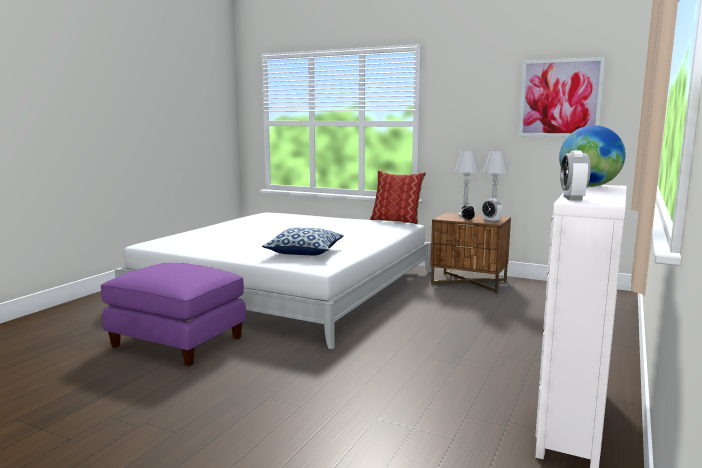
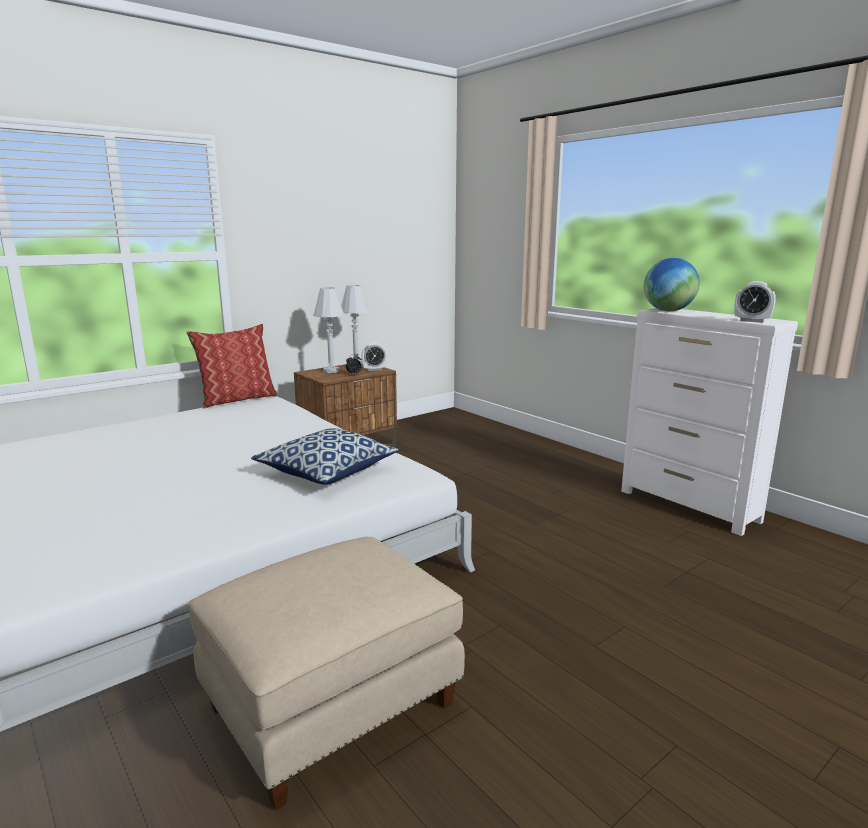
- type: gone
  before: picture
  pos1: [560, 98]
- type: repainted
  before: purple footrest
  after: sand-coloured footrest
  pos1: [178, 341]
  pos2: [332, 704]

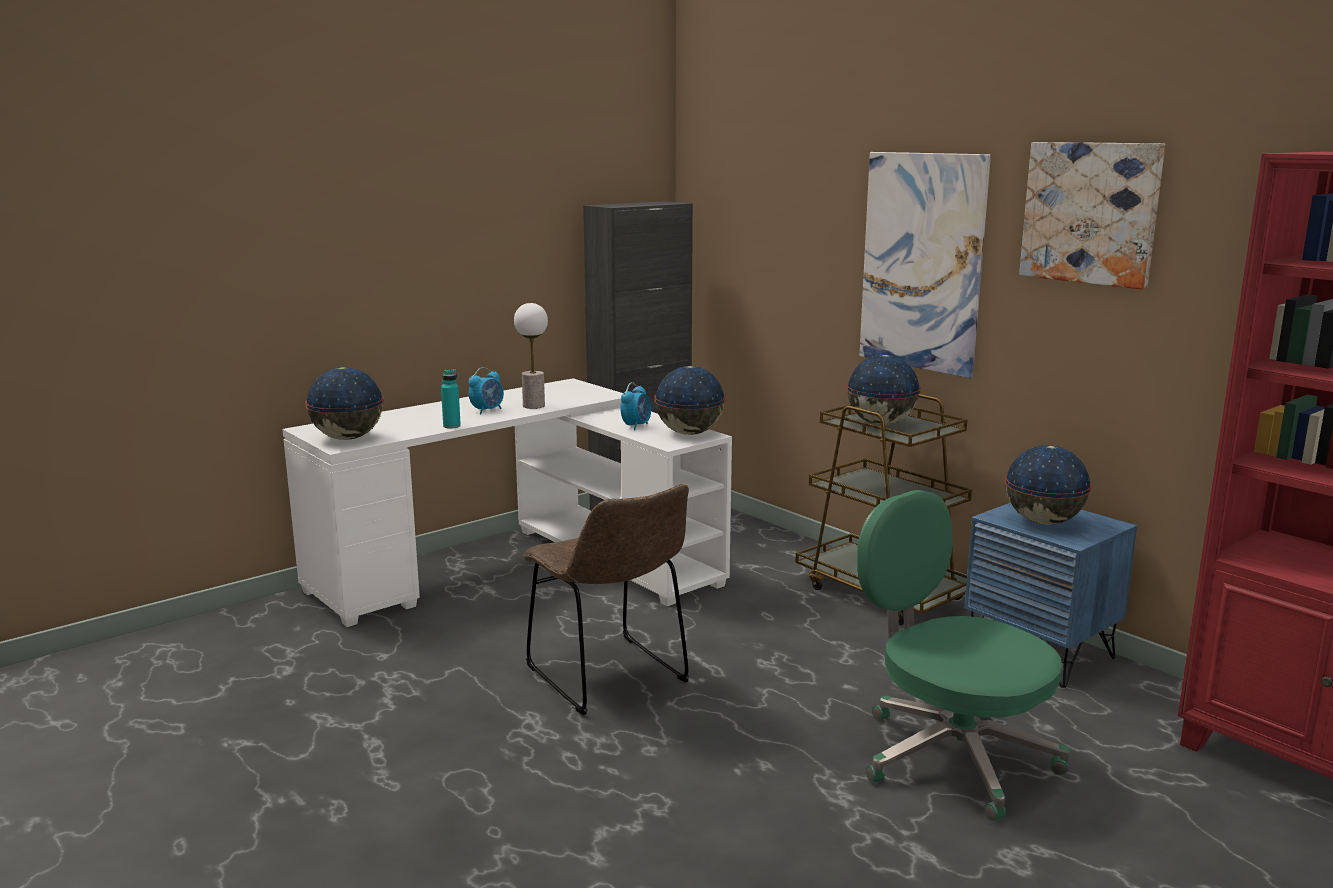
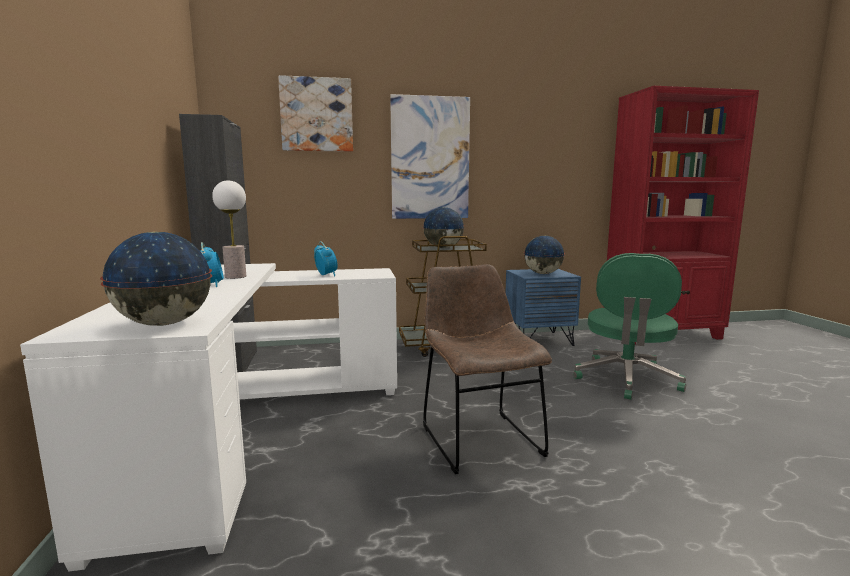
- type: gone
  before: blue-green beverage bottle
  pos1: [451, 426]
- type: gone
  before: globe
  pos1: [689, 433]
- type: shifted
  before: picture
  pos1: [1090, 213]
  pos2: [316, 115]
- type: rotated
  before: brown-coloured chair
  pos1: [611, 678]
  pos2: [478, 437]
  turn: -105
- type: rotated
  before: green-coloured computer chair
  pos1: [951, 756]
  pos2: [626, 379]
  turn: -60

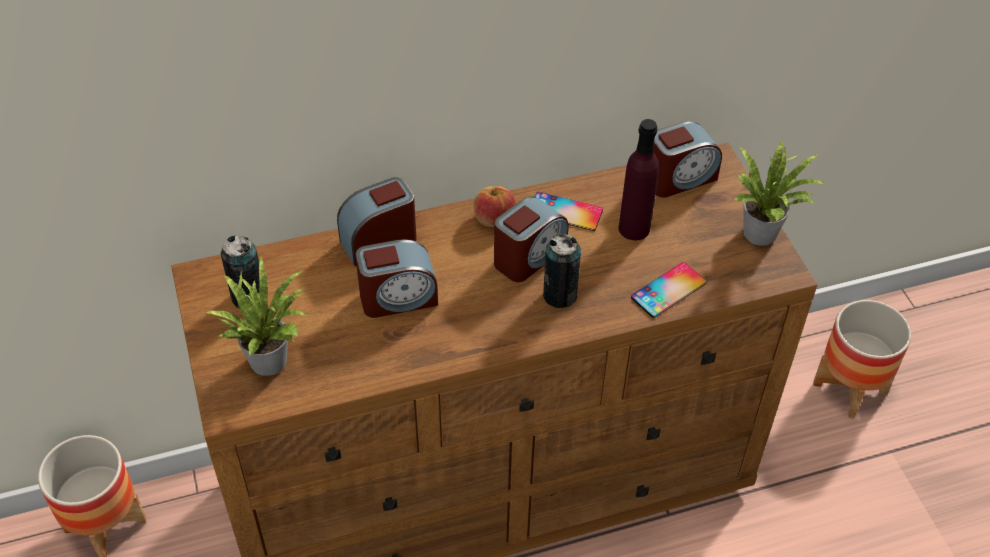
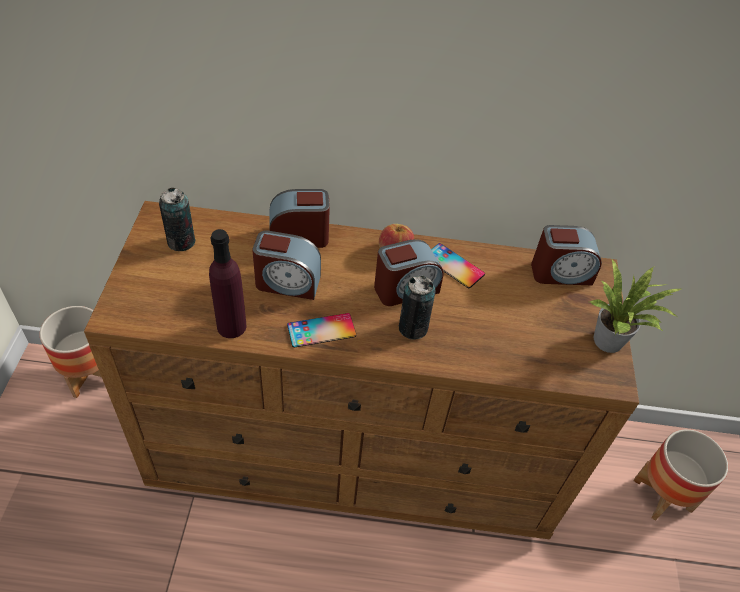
- type: gone
  before: houseplant
  pos1: [270, 357]
- type: shifted
  before: purple beverage bottle
  pos1: [634, 228]
  pos2: [231, 326]
- type: shifted
  before: telephone
  pos1: [668, 290]
  pos2: [321, 330]

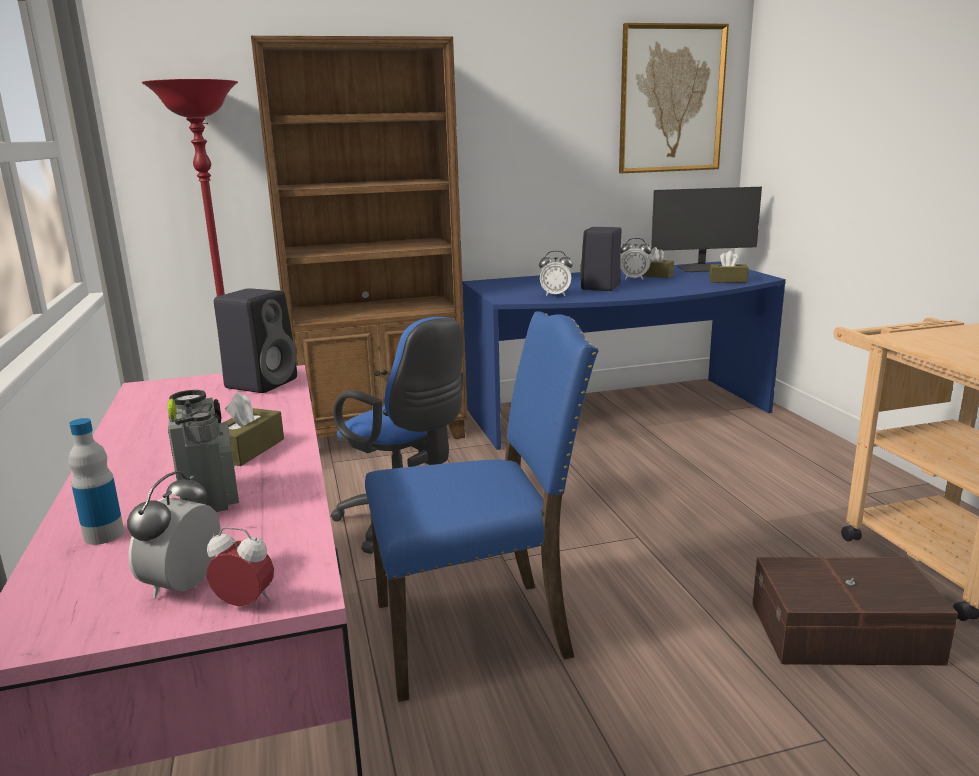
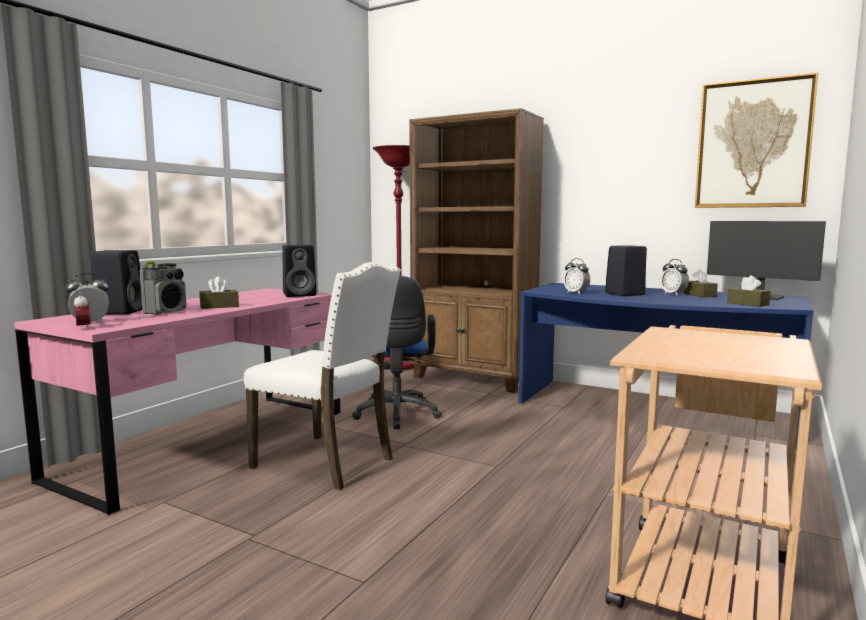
- type: gone
  before: brown-coloured storage container
  pos1: [846, 634]
- type: swapped
  before: beverage bottle
  after: black-coloured audio speaker
  pos1: [104, 535]
  pos2: [120, 312]
- type: repainted
  before: blue-coloured chair
  after: whitish chair
  pos1: [477, 631]
  pos2: [327, 462]

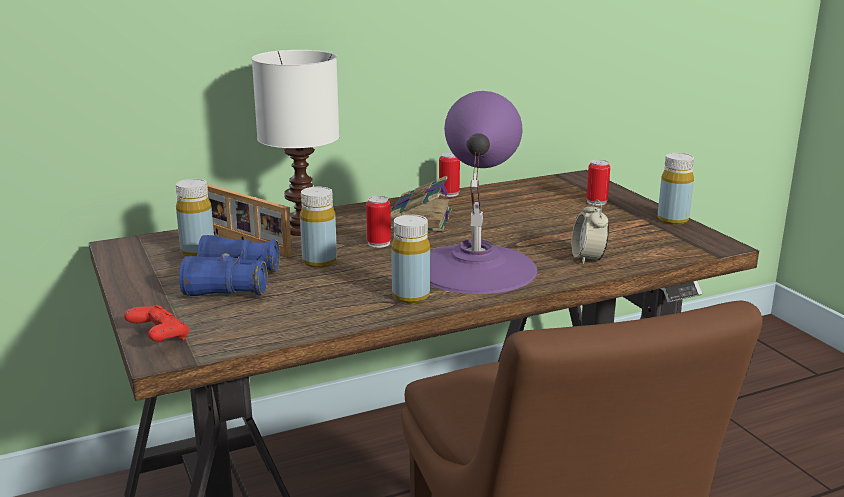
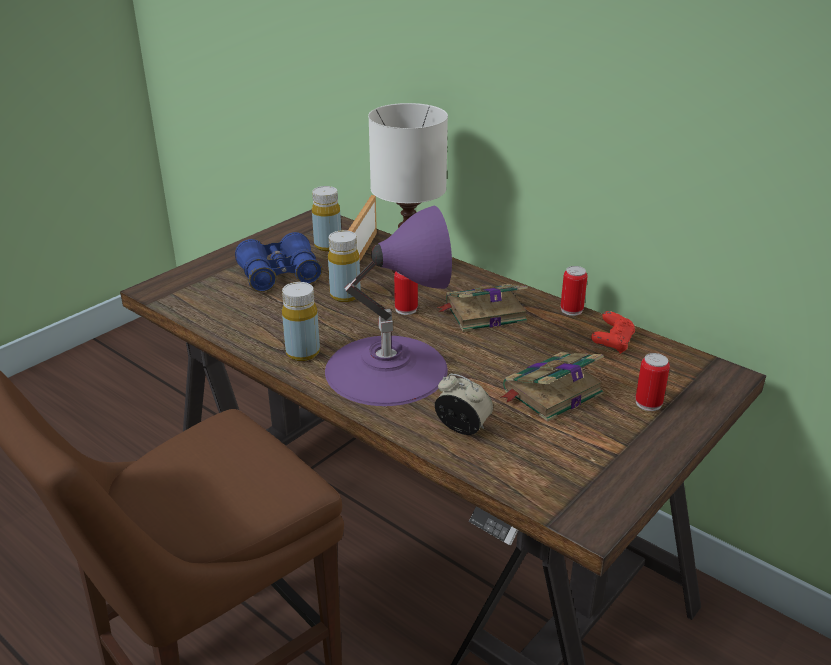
- type: gone
  before: yellow beverage bottle
  pos1: [673, 220]
- type: new
  after: book
  pos2: [550, 392]
- type: shifted
  before: reddish game controller
  pos1: [159, 338]
  pos2: [612, 343]
- type: rotated
  before: bedside clock
  pos1: [588, 258]
  pos2: [462, 428]
  turn: 60

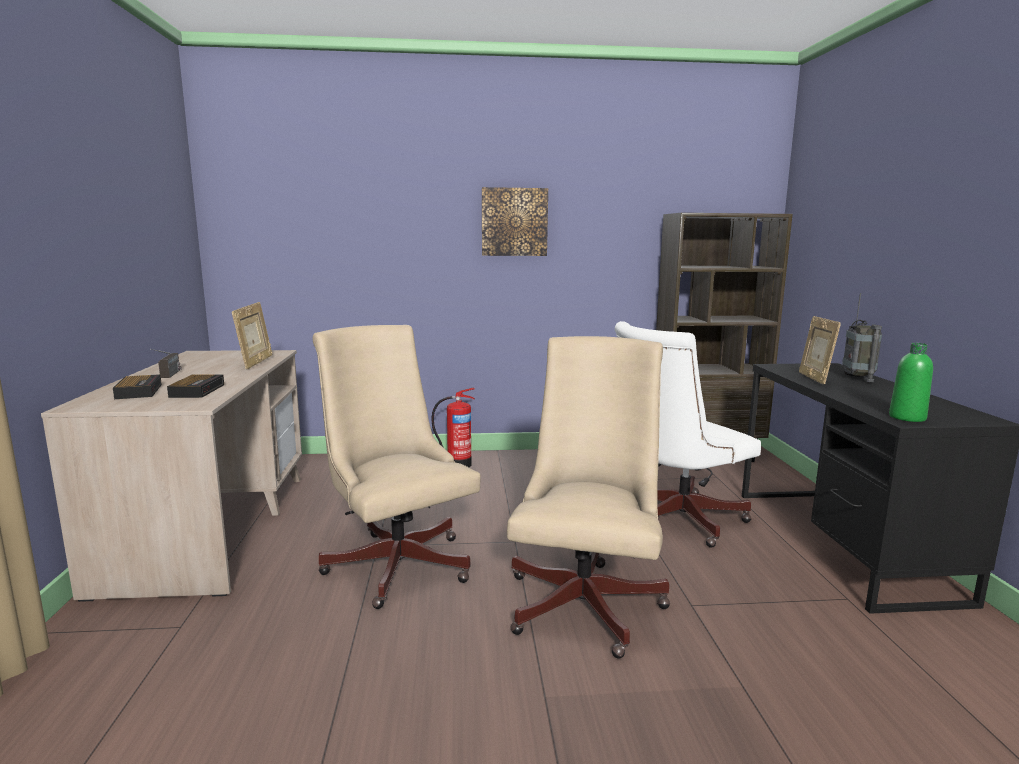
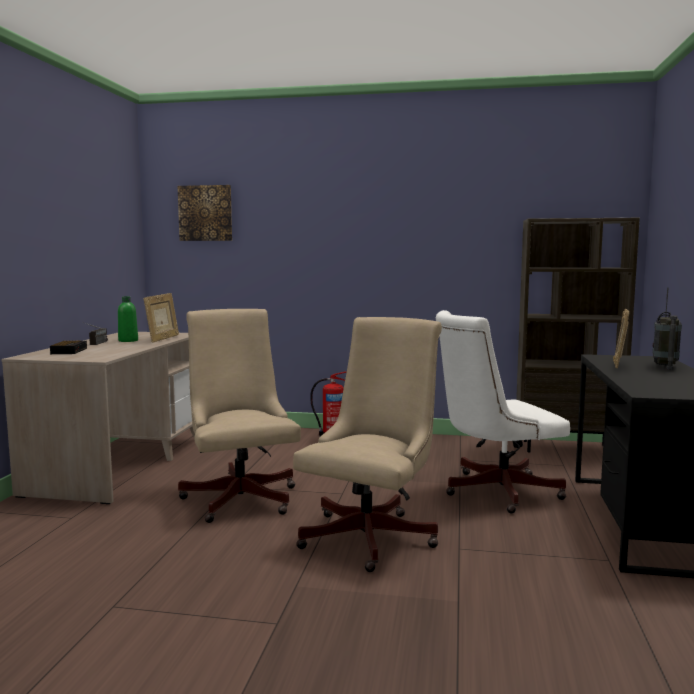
- type: gone
  before: bedside clock
  pos1: [198, 390]
- type: shifted
  before: picture
  pos1: [514, 222]
  pos2: [205, 213]
- type: shifted
  before: green-coloured beverage bottle
  pos1: [907, 417]
  pos2: [128, 340]

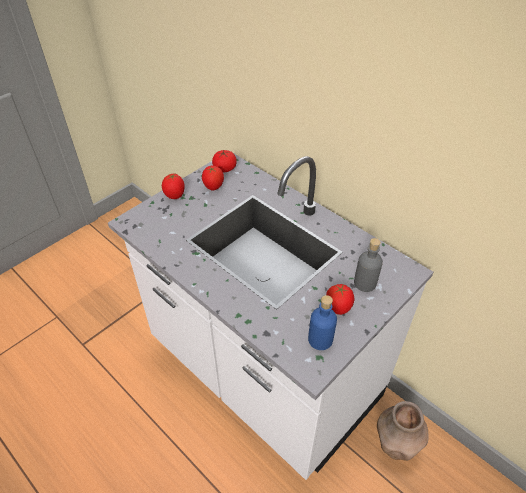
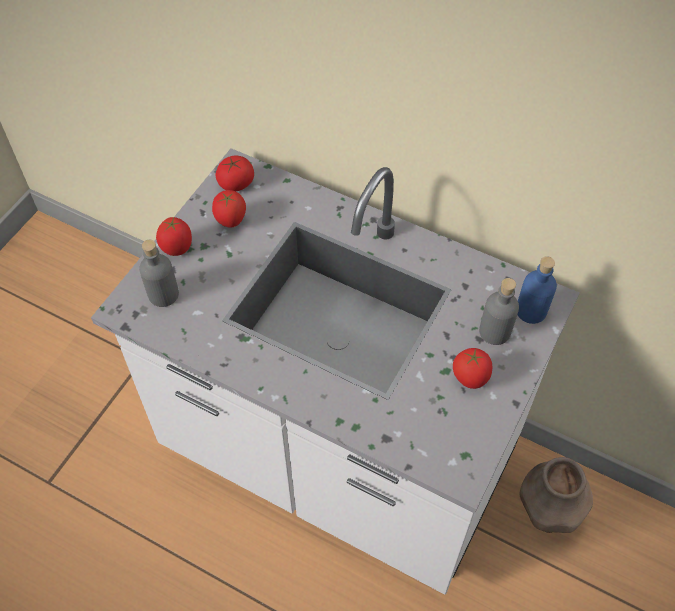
- type: new
  after: grey beverage bottle
  pos2: [163, 294]
- type: shifted
  before: blue-coloured beverage bottle
  pos1: [320, 340]
  pos2: [531, 311]

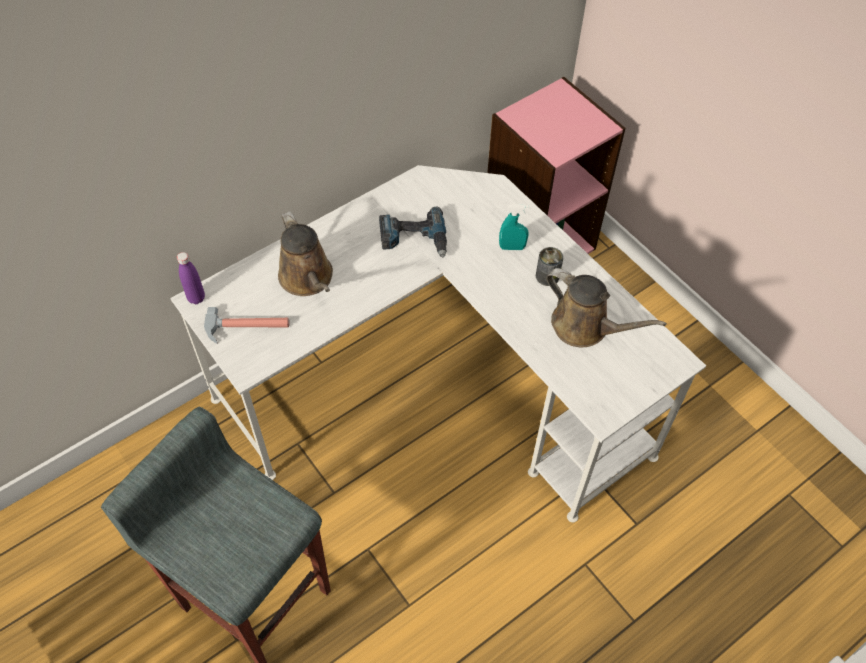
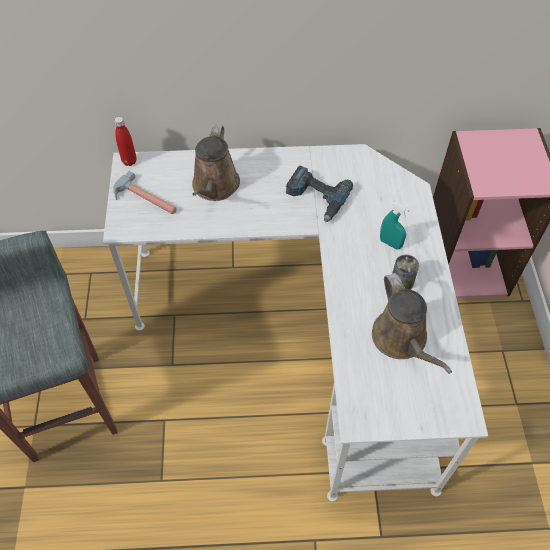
- type: repainted
  before: purple beverage bottle
  after: reddish beverage bottle
  pos1: [196, 298]
  pos2: [129, 161]

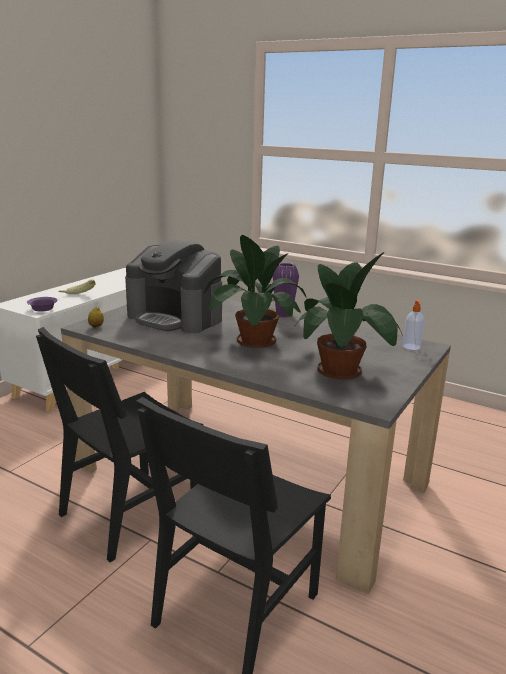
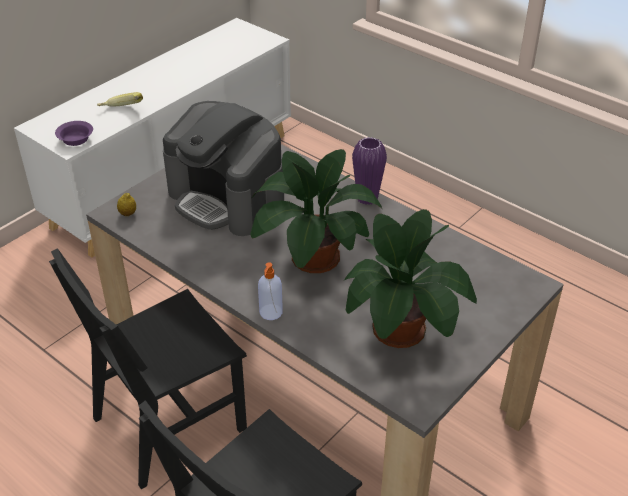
- type: shifted
  before: soap bottle
  pos1: [411, 347]
  pos2: [270, 313]

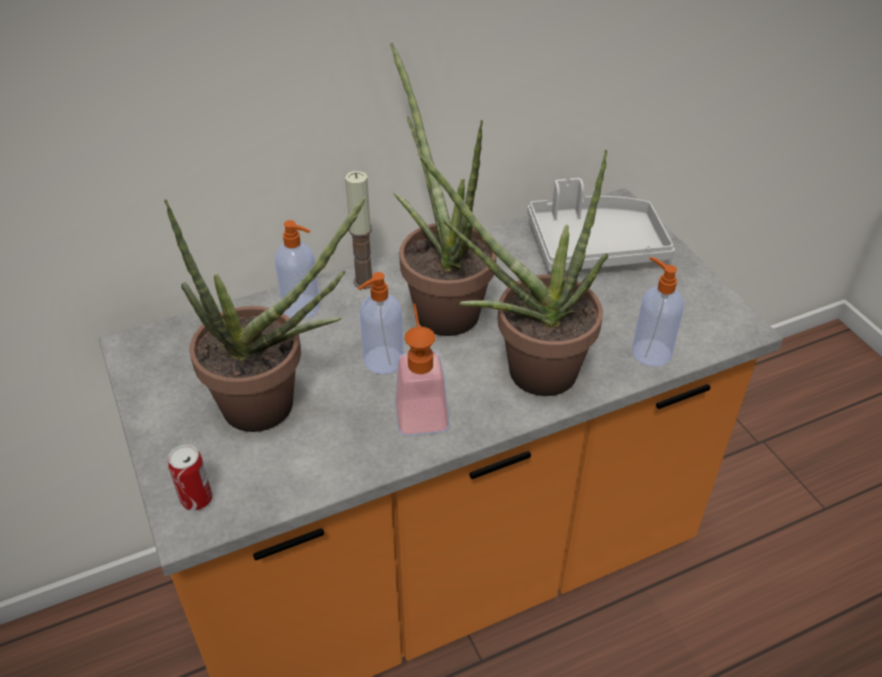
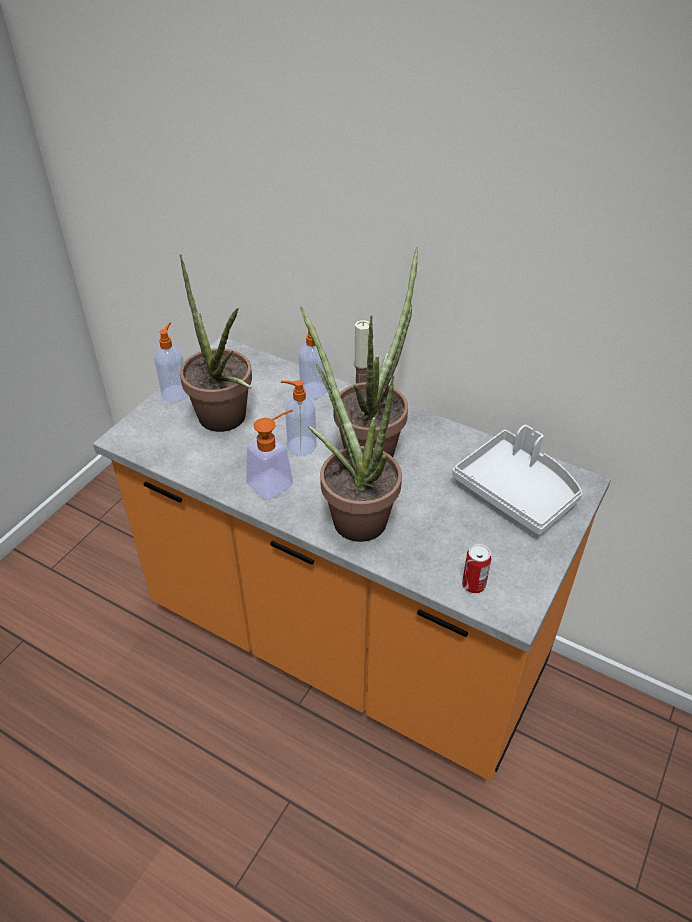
- type: shifted
  before: can
  pos1: [196, 498]
  pos2: [473, 584]
- type: shifted
  before: soap bottle
  pos1: [650, 352]
  pos2: [175, 392]

